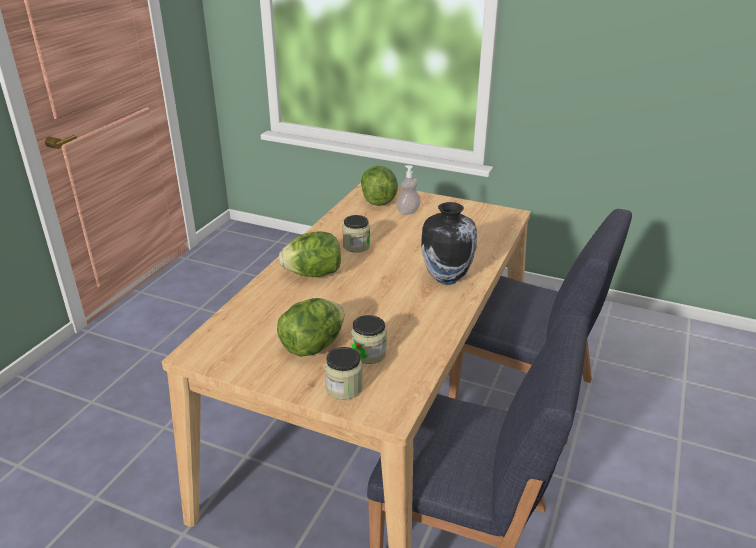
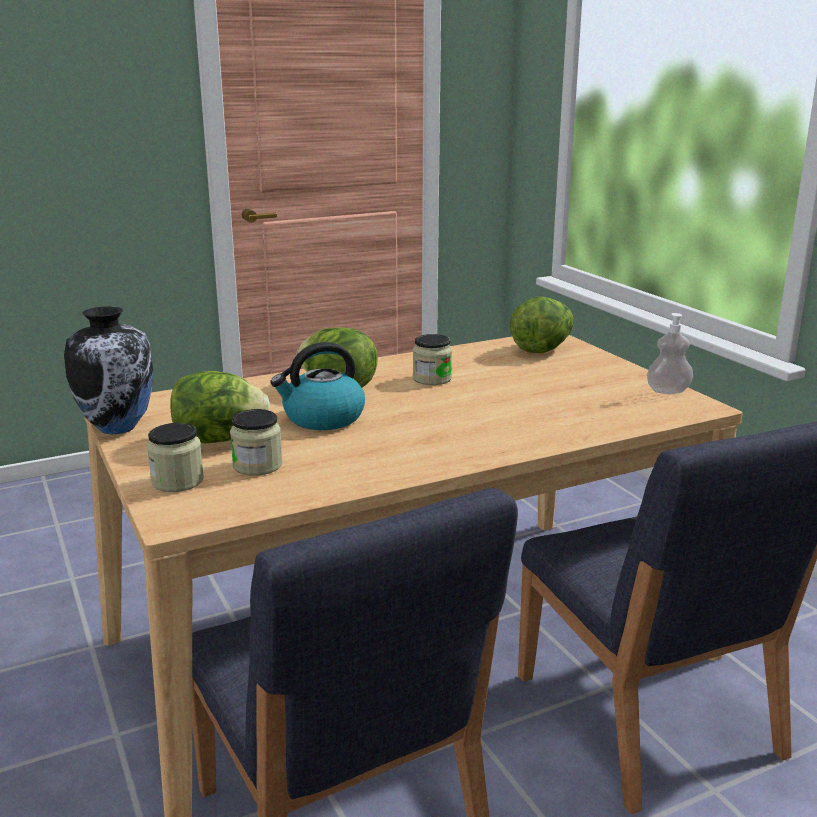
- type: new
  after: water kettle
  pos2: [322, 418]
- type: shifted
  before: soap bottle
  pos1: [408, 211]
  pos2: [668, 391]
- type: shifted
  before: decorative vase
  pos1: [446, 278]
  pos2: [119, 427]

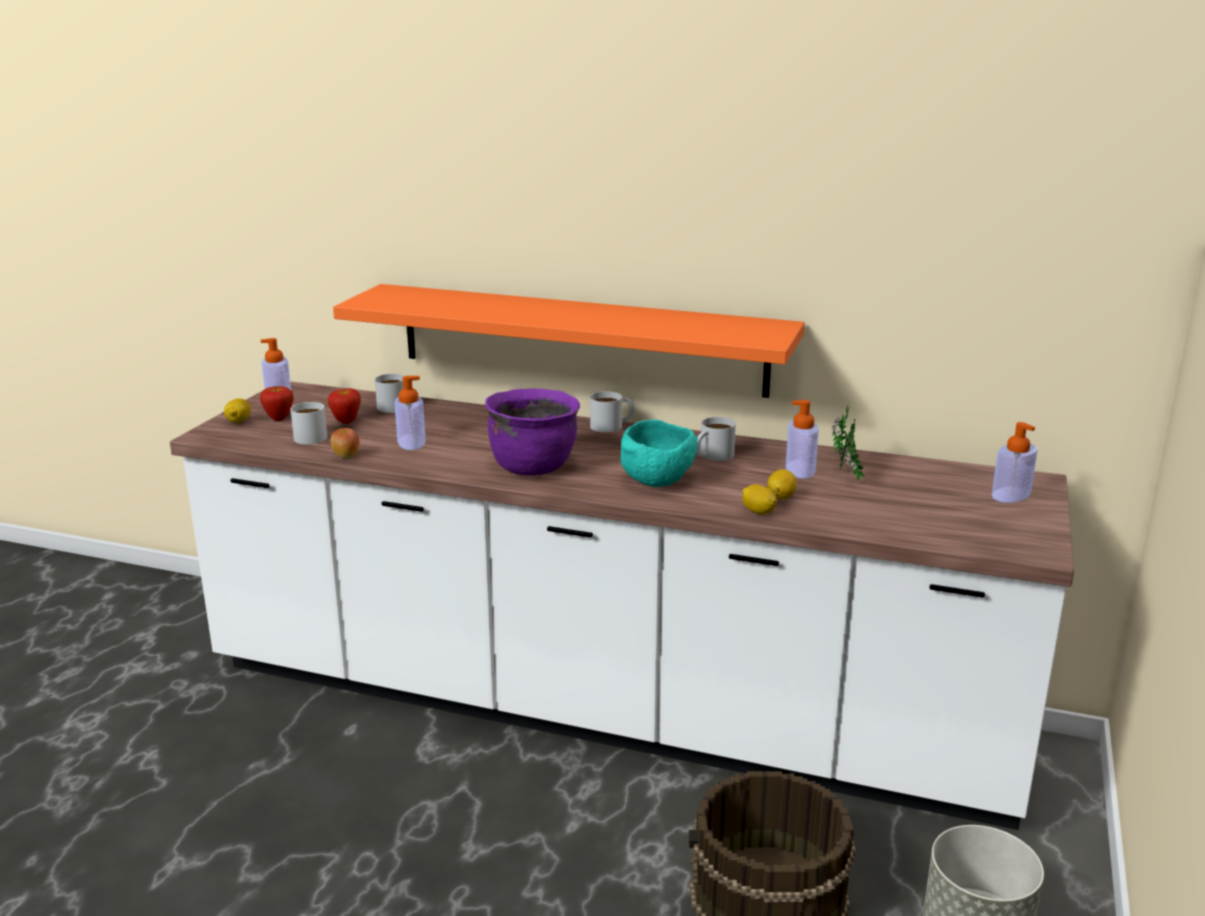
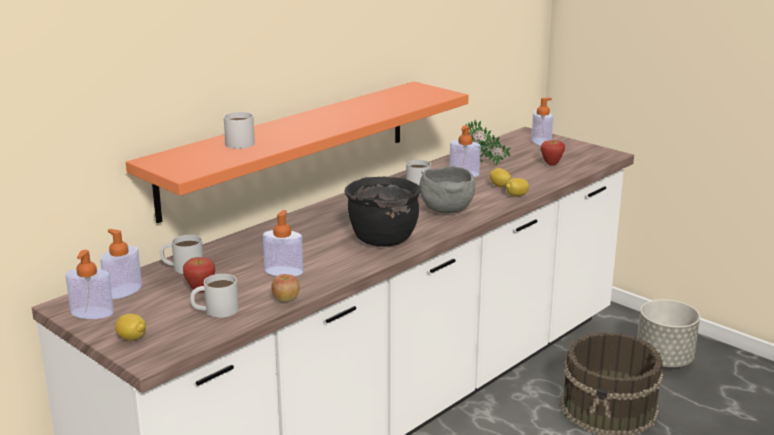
- type: new
  after: soap bottle
  pos2: [123, 291]
- type: shifted
  before: apple fruit
  pos1: [279, 419]
  pos2: [551, 164]
- type: shifted
  before: whitish mug
  pos1: [612, 425]
  pos2: [241, 142]
- type: repainted
  before: purple saucepot
  after: black-coloured saucepot
  pos1: [533, 466]
  pos2: [382, 239]
- type: repainted
  before: blue-green serving bowl
  after: grey serving bowl
  pos1: [657, 481]
  pos2: [446, 210]

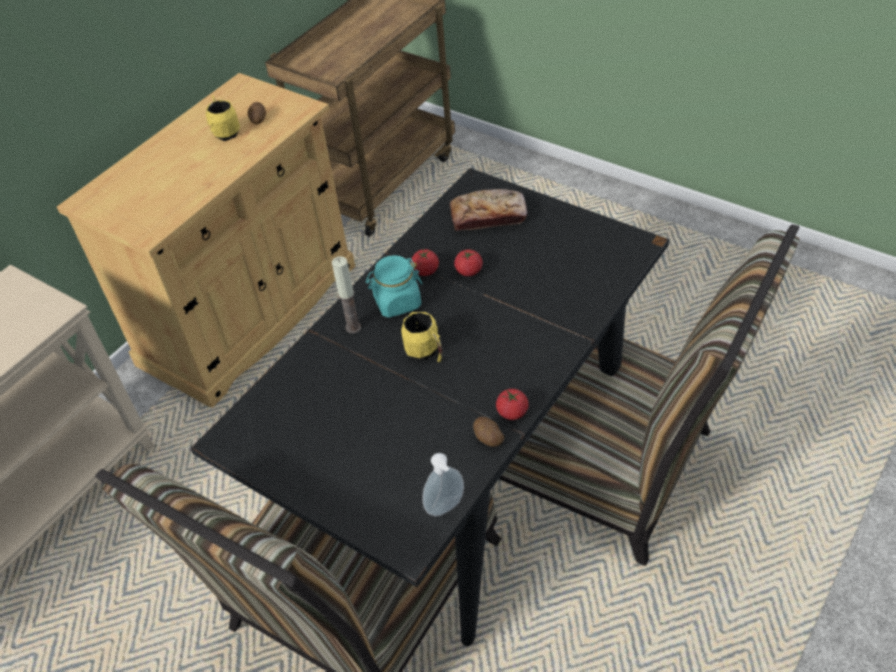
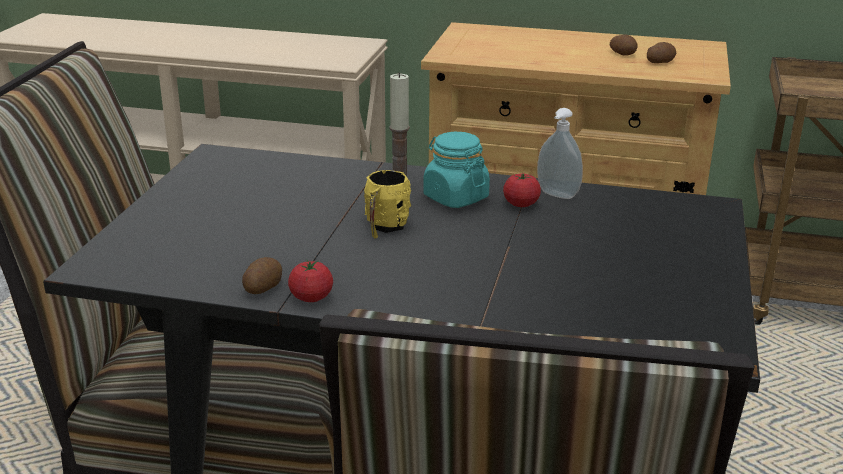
- type: gone
  before: bread
  pos1: [488, 216]
- type: gone
  before: tomato
  pos1: [469, 271]
- type: shifted
  before: soap bottle
  pos1: [446, 508]
  pos2: [556, 195]
- type: swapped
  before: yellow mug
  after: whole potato
  pos1: [225, 131]
  pos2: [623, 54]

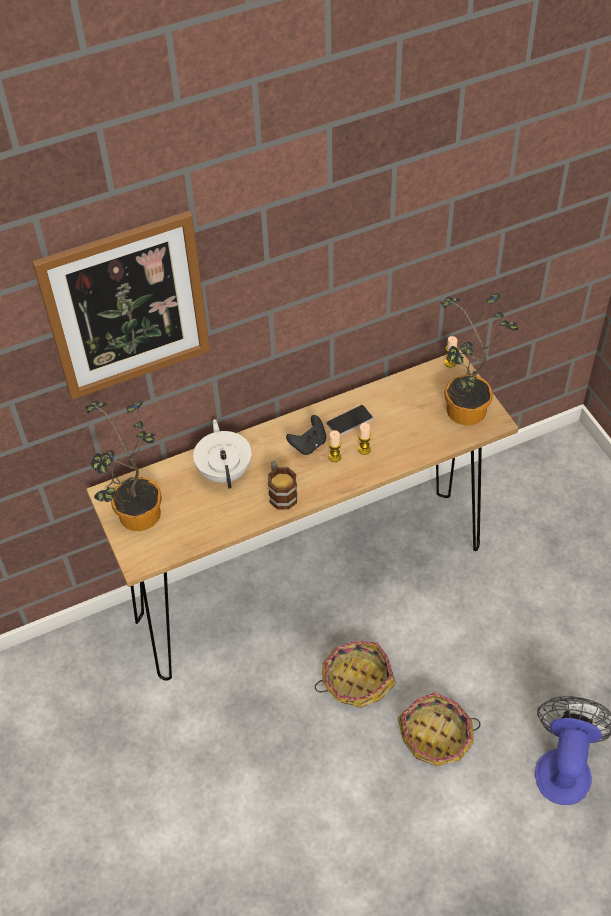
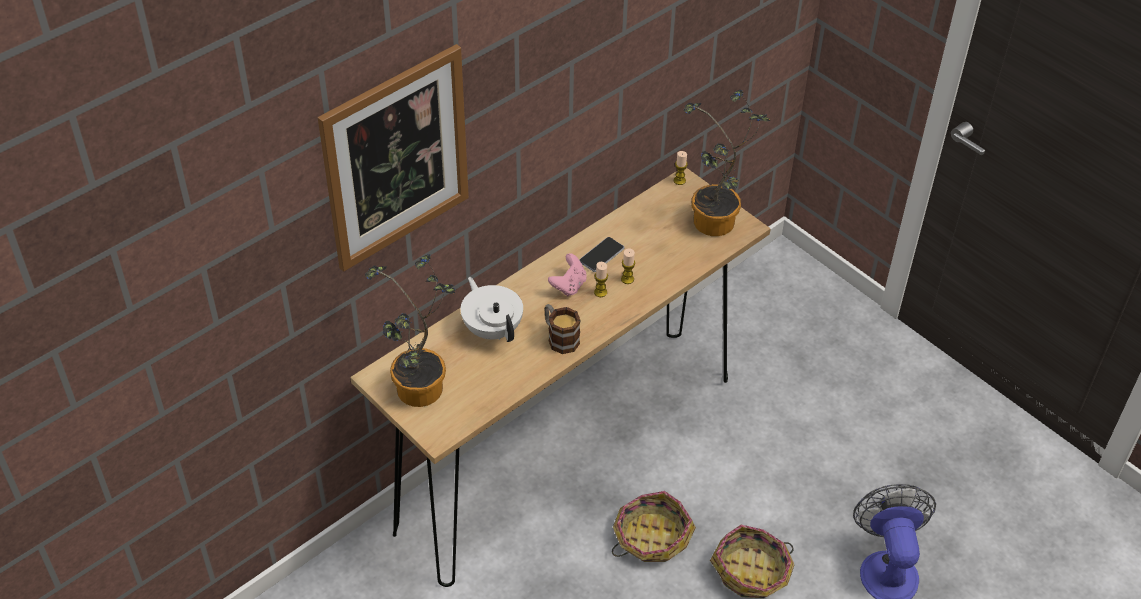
- type: repainted
  before: black-coloured game controller
  after: pink-coloured game controller
  pos1: [308, 444]
  pos2: [569, 286]

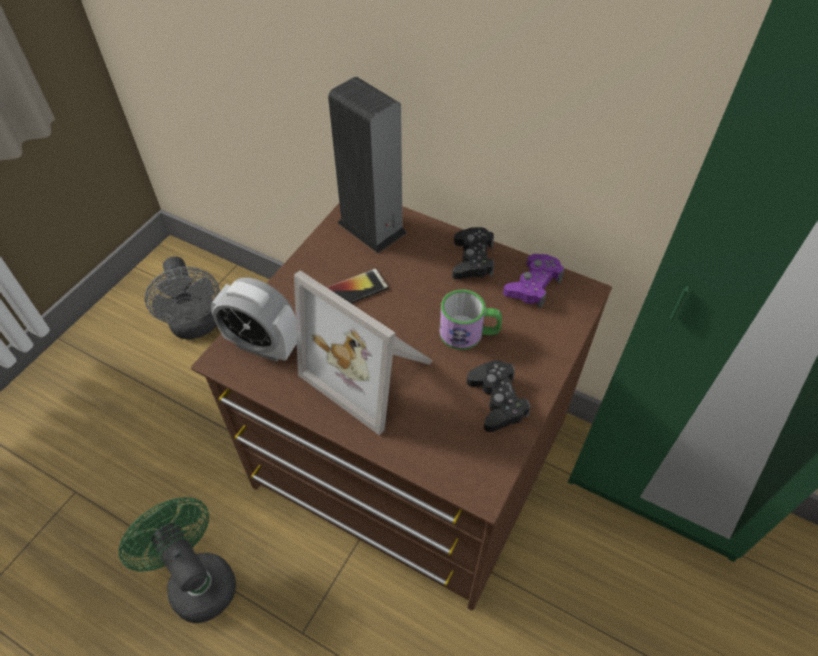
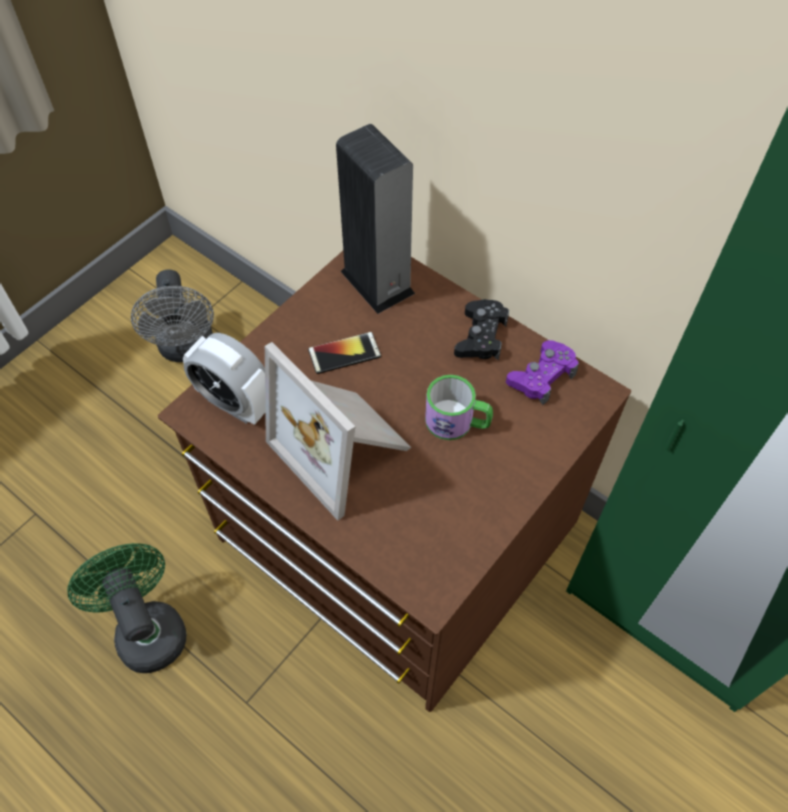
- type: gone
  before: black-coloured game controller
  pos1: [497, 400]

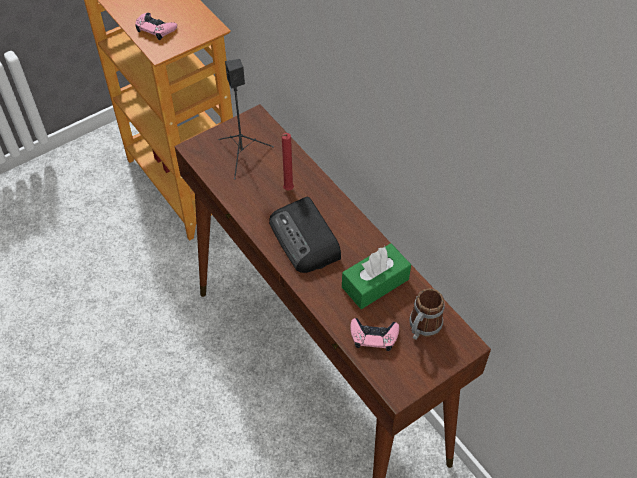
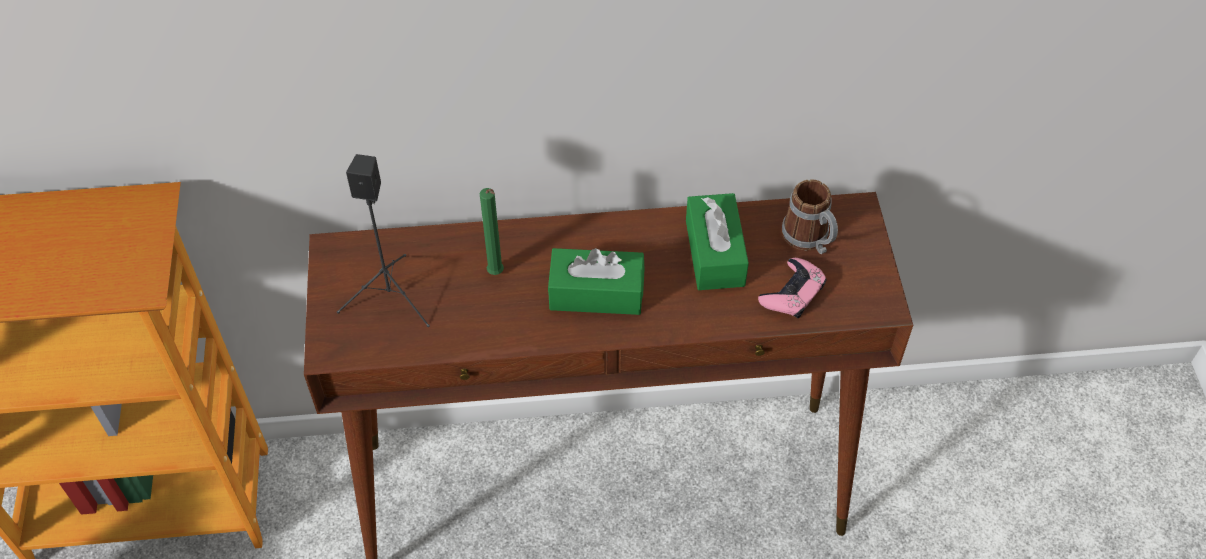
- type: gone
  before: pink-coloured game controller
  pos1: [155, 29]
- type: swapped
  before: radio receiver
  after: green-coloured tissue box
  pos1: [305, 240]
  pos2: [596, 293]
- type: repainted
  before: reddish wax light
  after: green-coloured wax light
  pos1: [287, 190]
  pos2: [497, 274]

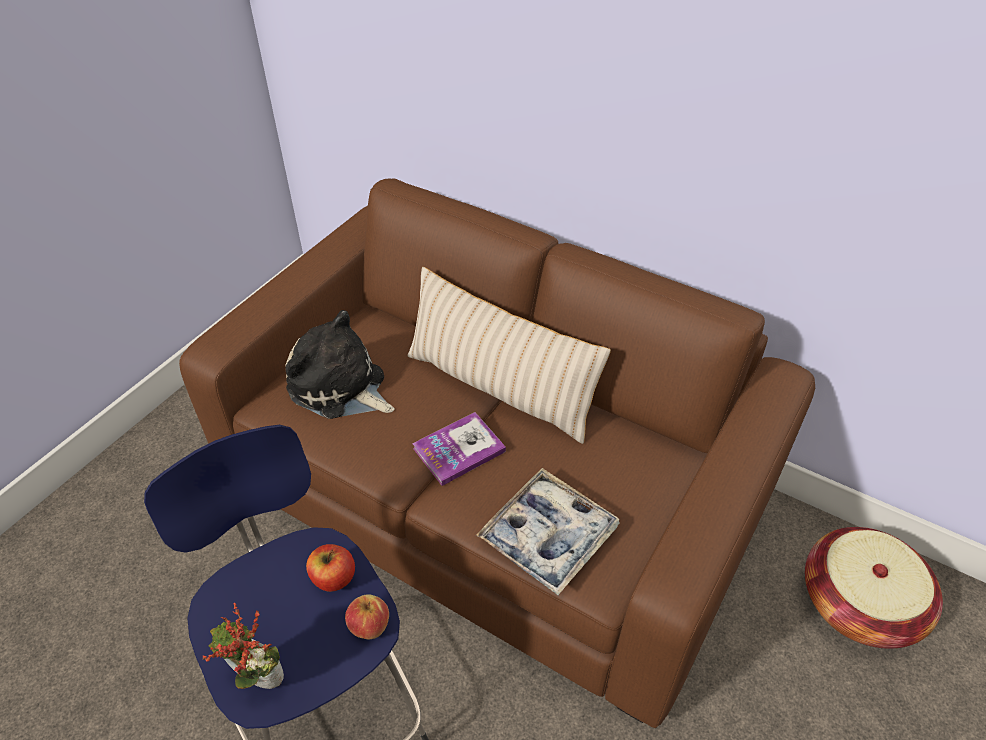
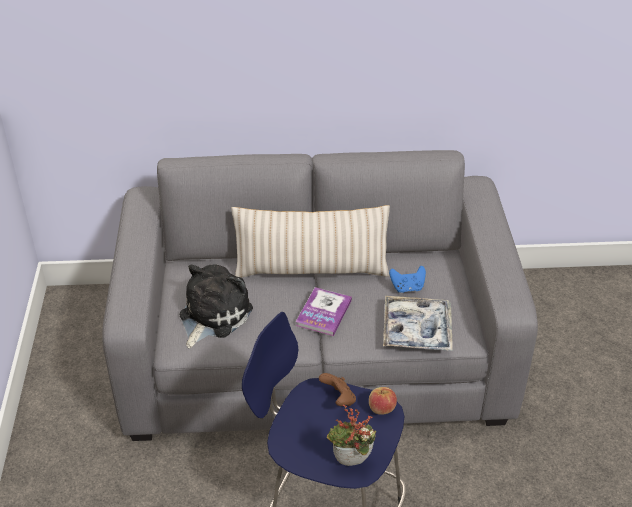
- type: gone
  before: basket
  pos1: [859, 604]
- type: new
  after: blue-coloured game controller
  pos2: [407, 287]
- type: swapped
  before: apple fruit
  after: brown-coloured game controller
  pos1: [333, 578]
  pos2: [338, 399]
- type: repainted
  before: brown-coloured couch
  after: grey couch
  pos1: [493, 490]
  pos2: [316, 354]
- type: rotated
  before: soft toy
  pos1: [340, 388]
  pos2: [212, 315]
  turn: 120

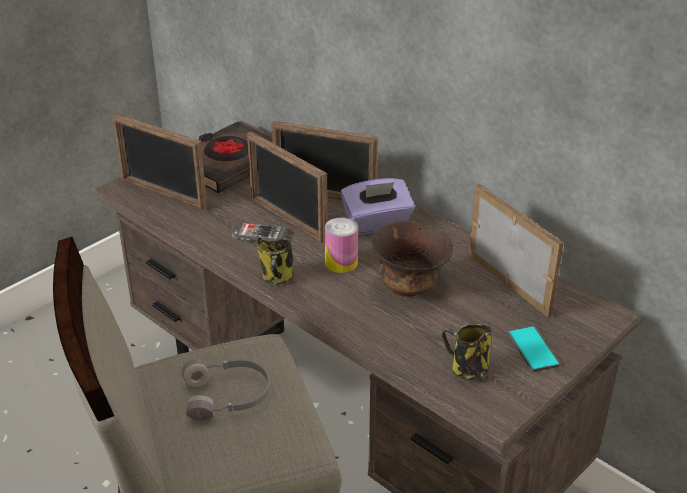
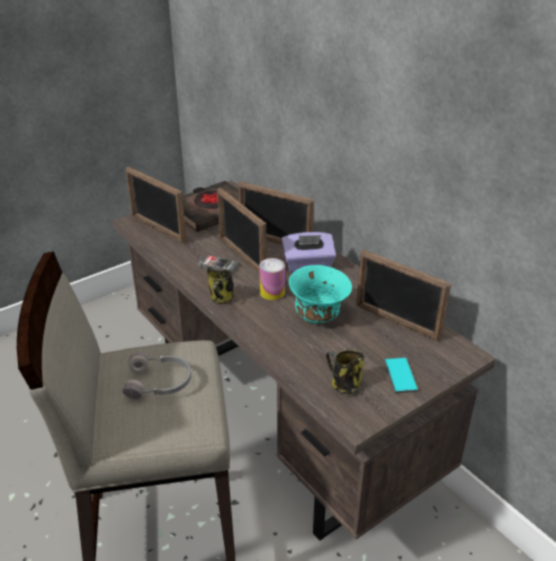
- type: repainted
  before: brown-coloured serving bowl
  after: blue-green serving bowl
  pos1: [409, 287]
  pos2: [318, 316]
- type: rotated
  before: picture frame
  pos1: [509, 283]
  pos2: [396, 322]
  turn: 150

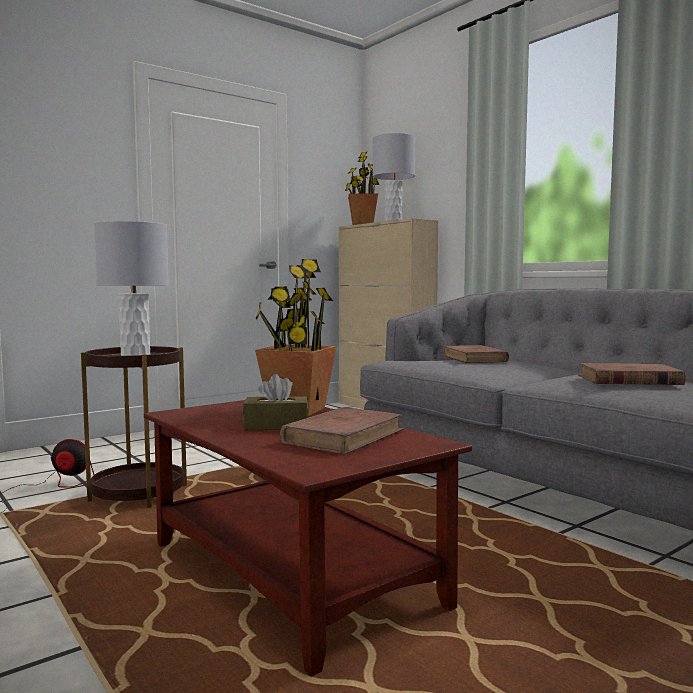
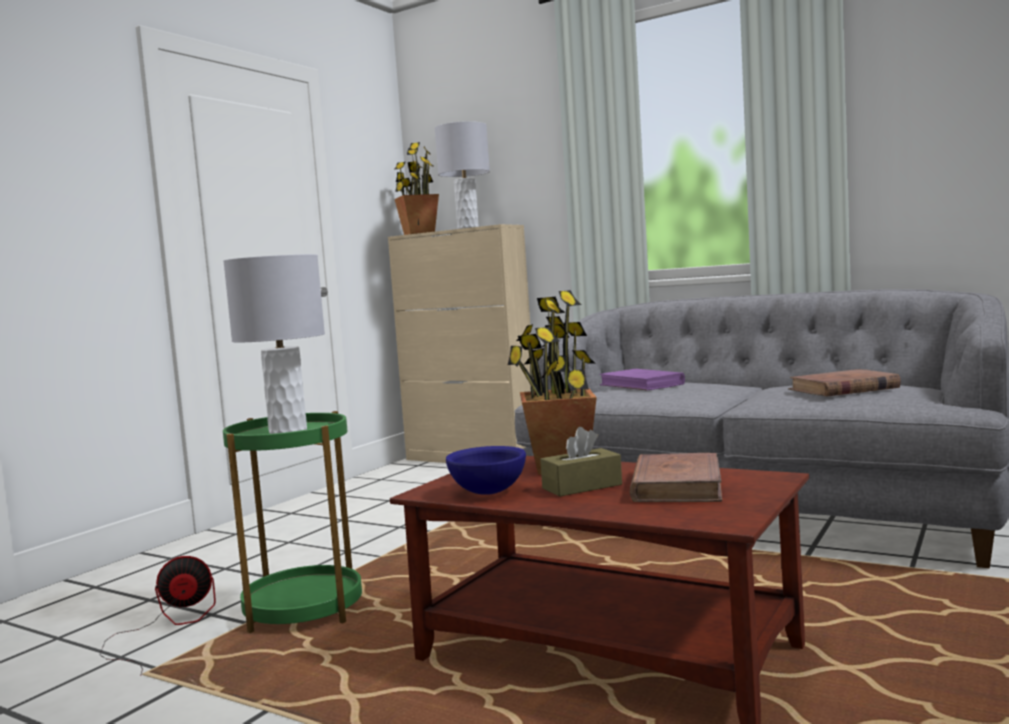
- type: new
  after: blue-coloured serving bowl
  pos2: [489, 492]
- type: repainted
  before: brown-coloured end table
  after: green-coloured end table
  pos1: [138, 494]
  pos2: [303, 611]
- type: repainted
  before: brown-coloured book
  after: purple book
  pos1: [474, 359]
  pos2: [641, 385]

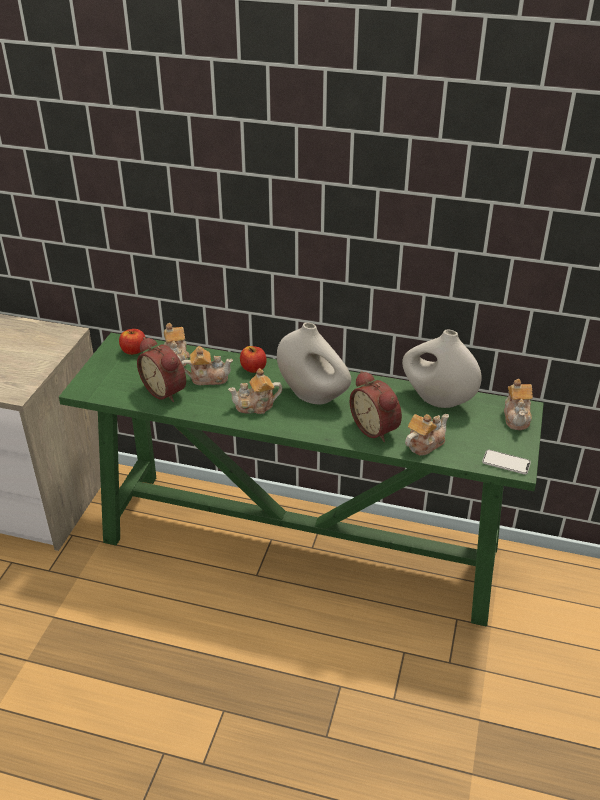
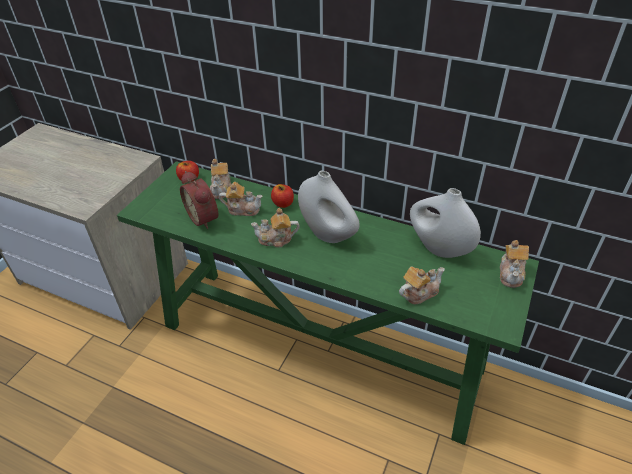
- type: gone
  before: bedside clock
  pos1: [376, 428]
- type: gone
  before: telephone
  pos1: [506, 463]

